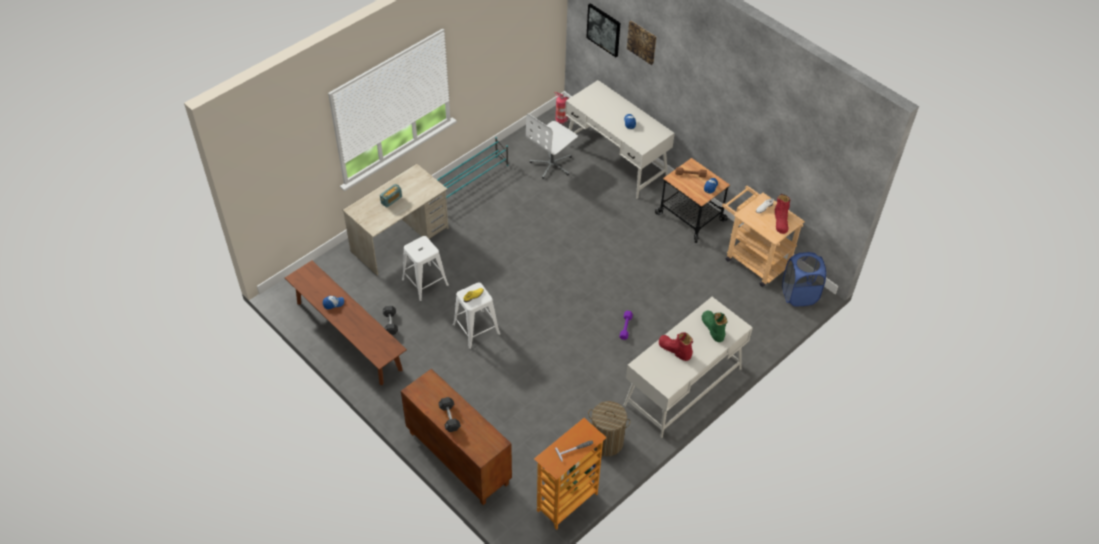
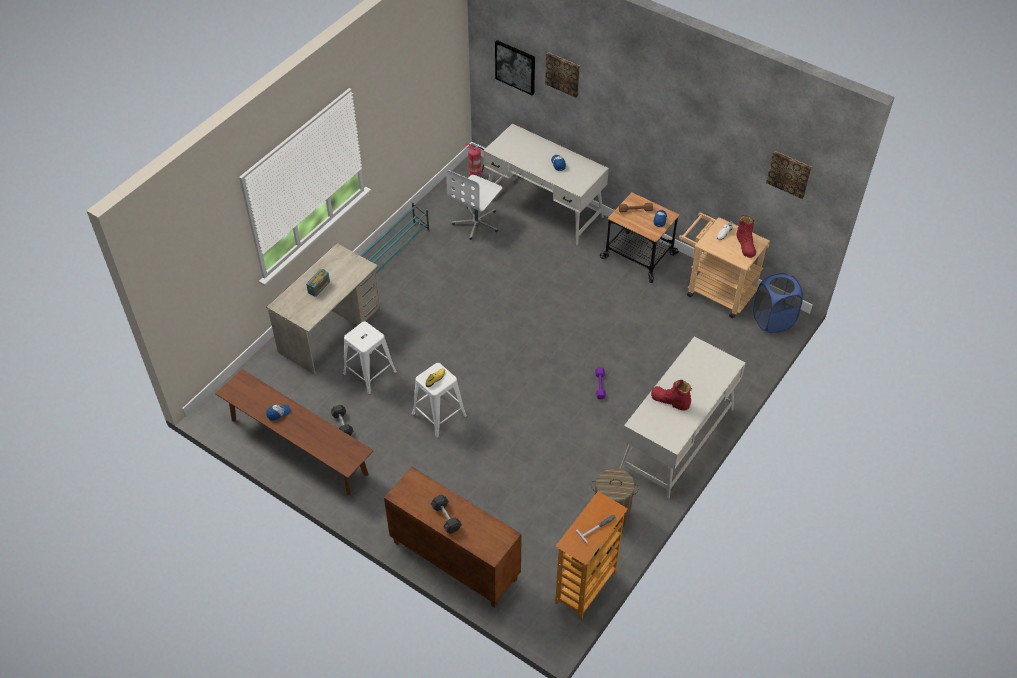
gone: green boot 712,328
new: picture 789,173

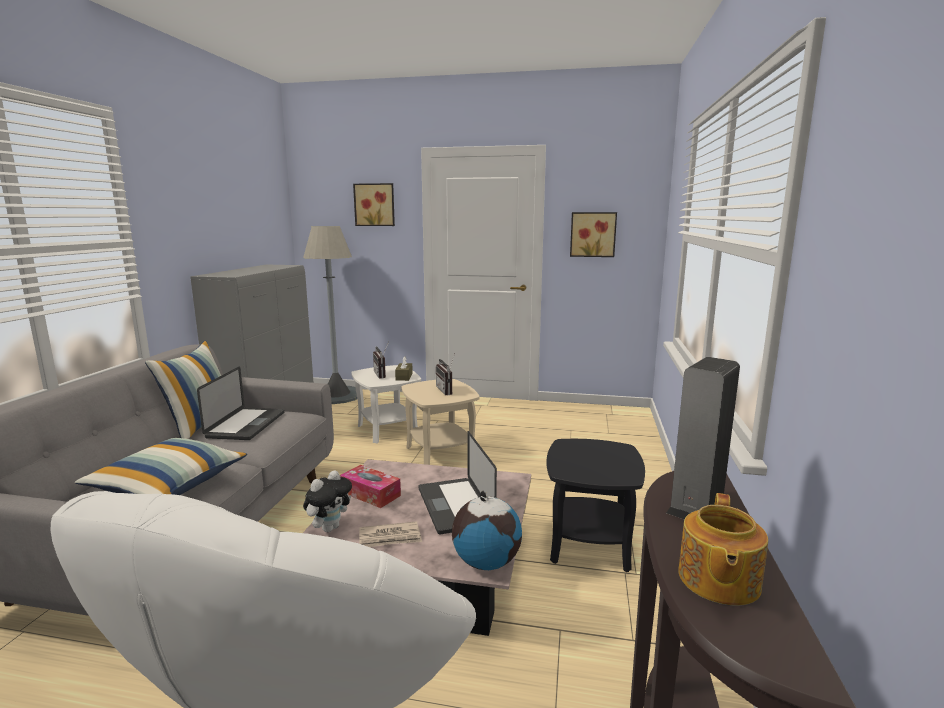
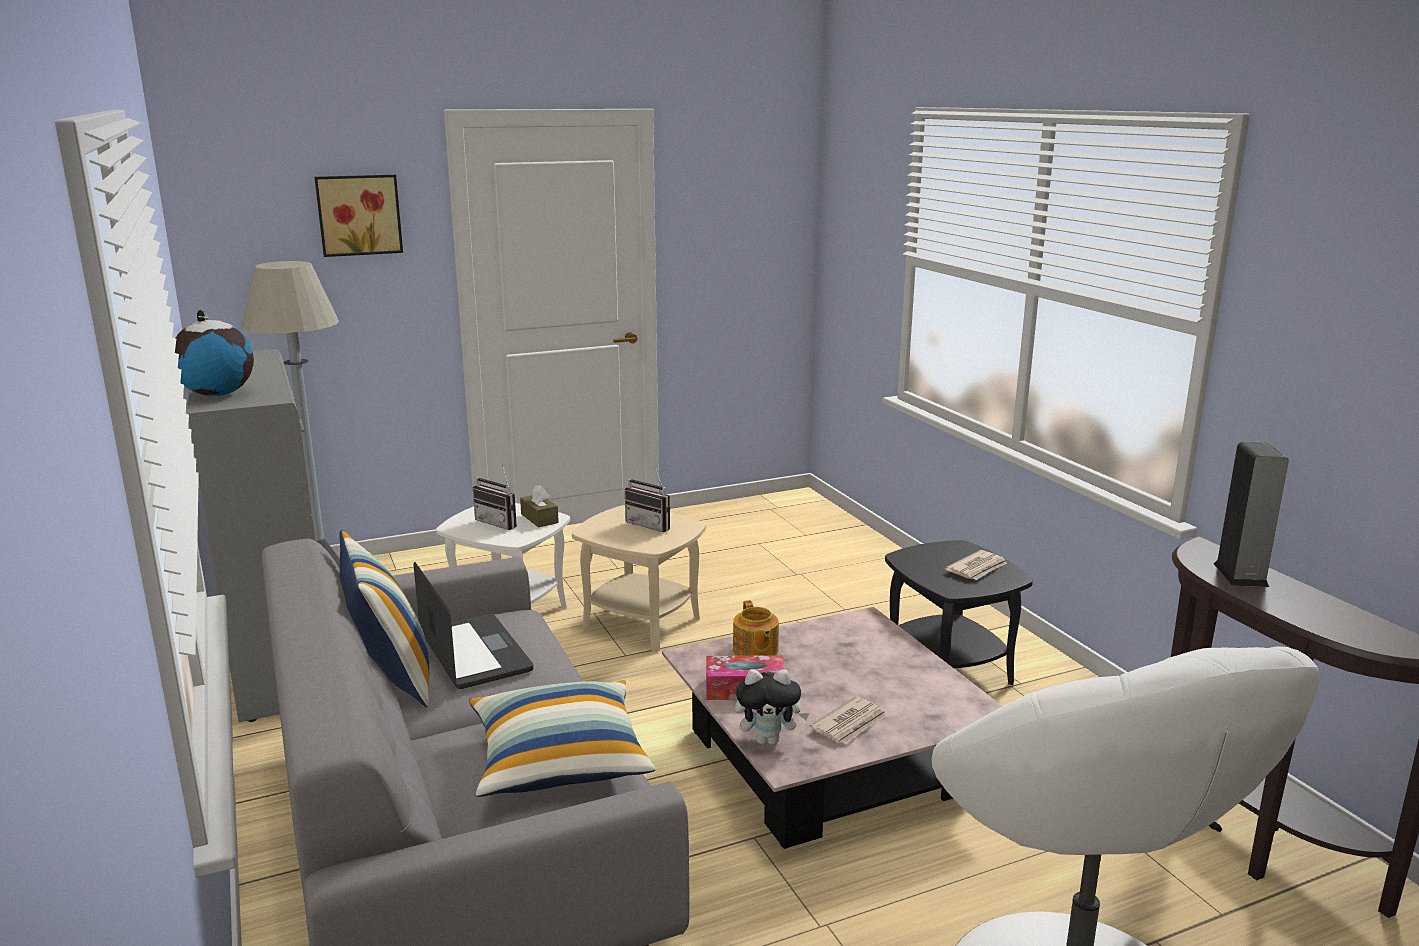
gone: laptop 455,506; picture 593,234
new: newspaper 977,568
shifted: globe 486,562 to 217,394; teapot 717,580 to 755,651
rotated: plush toy 329,527 = 769,740 90 degrees clockwise

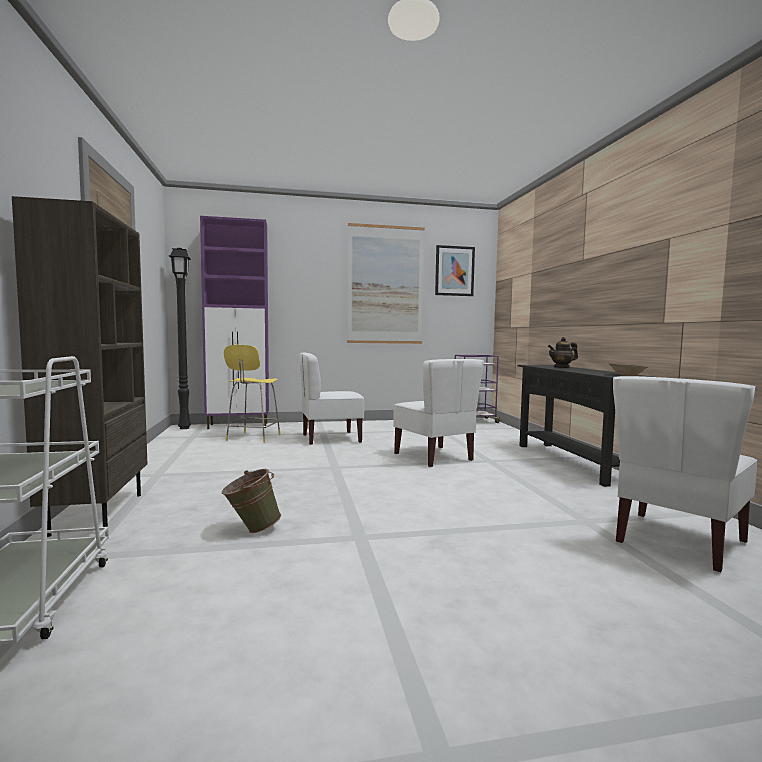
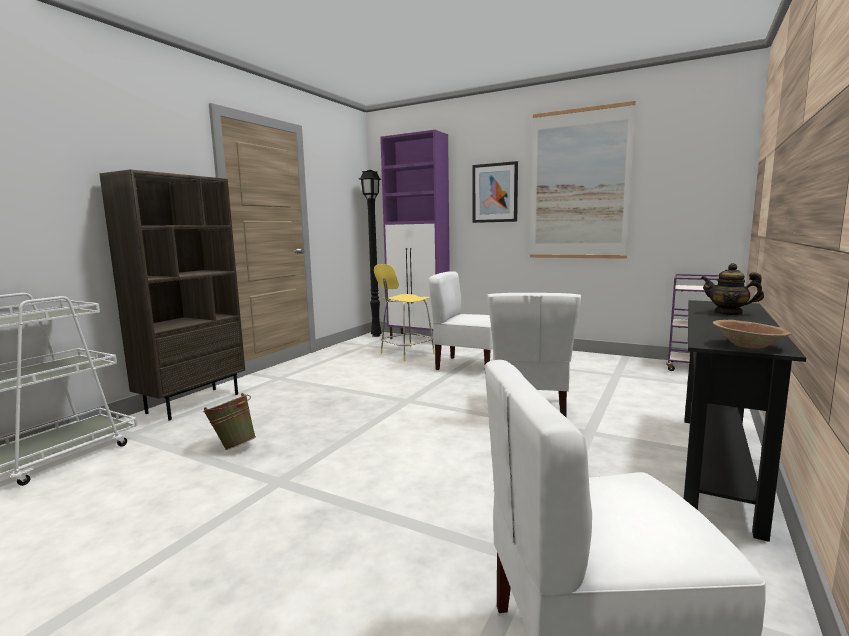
shifted: picture 454,271 to 495,193

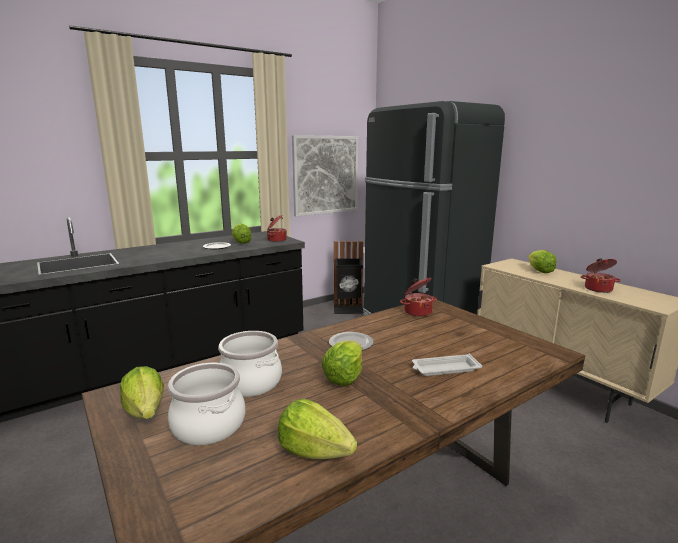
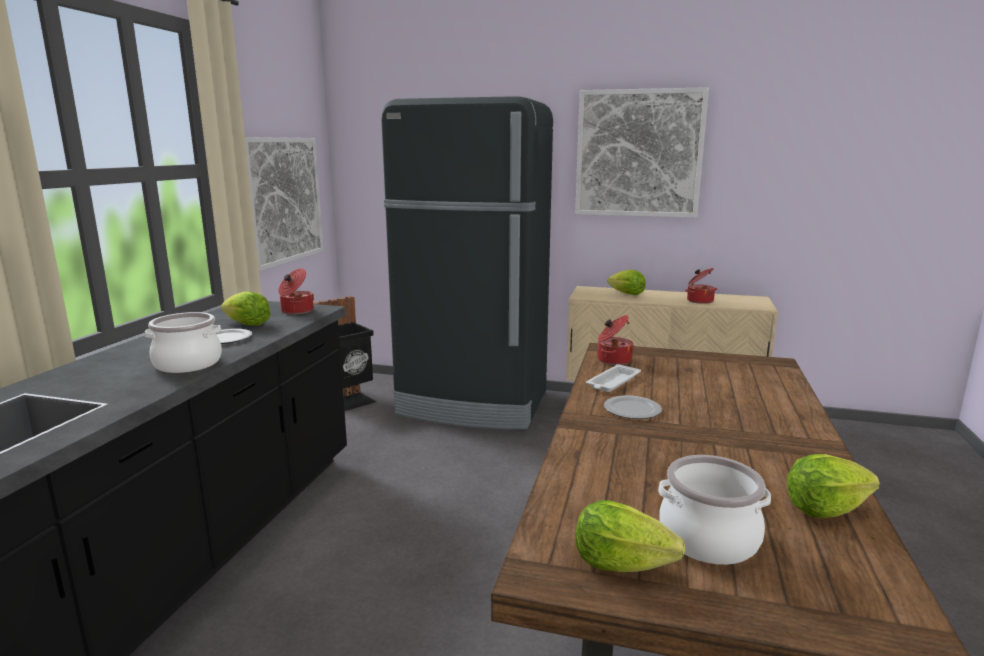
gone: lettuce 344,377
new: picture 638,154
shifted: cooking pot 251,382 to 188,363; white tray 444,369 to 612,382

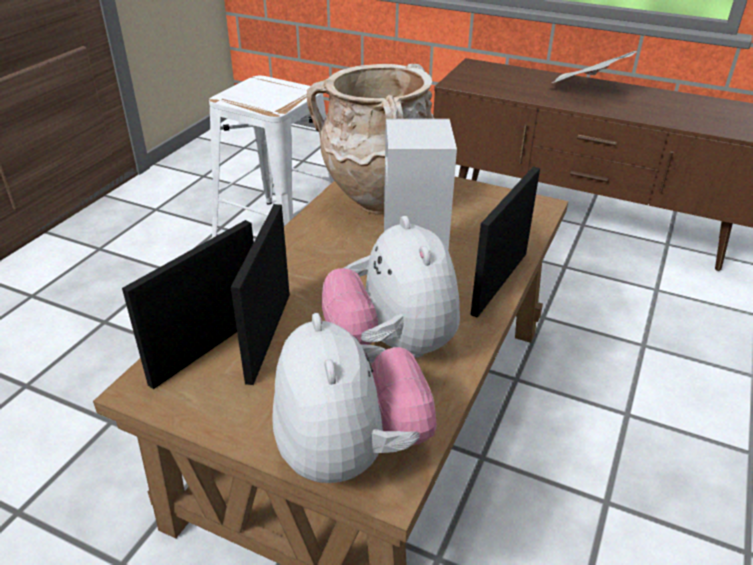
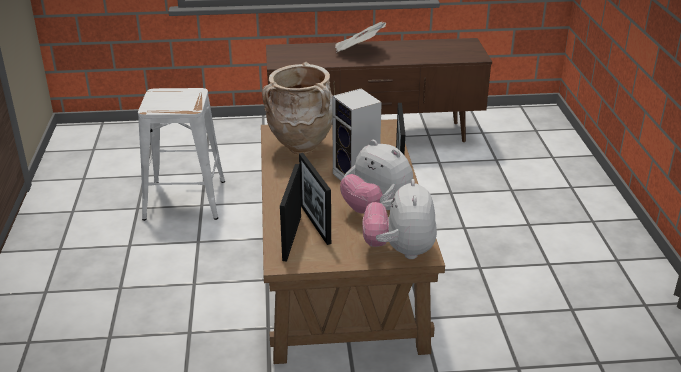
rotated: plush toy 350,452 = 399,250 135 degrees counterclockwise

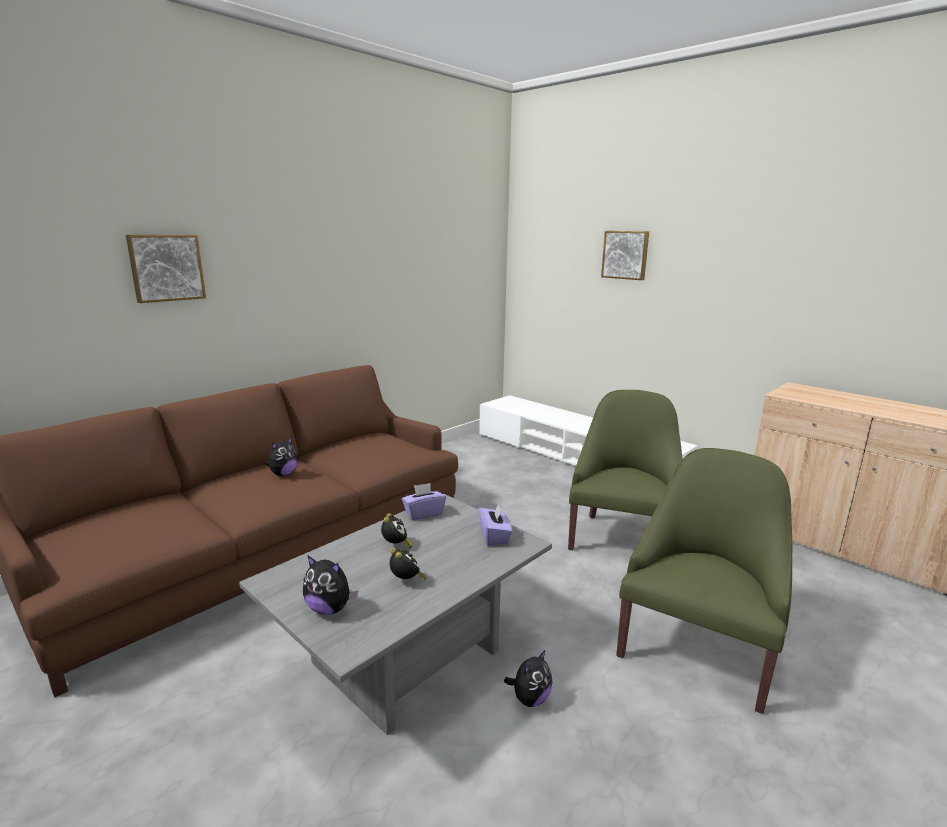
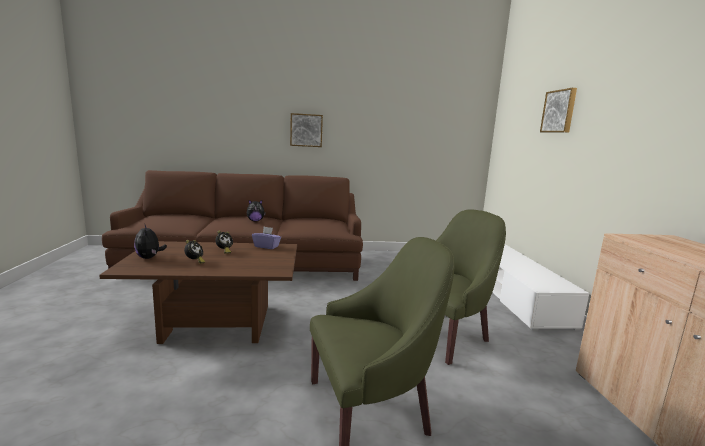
gone: purple tissue box 494,536; plush toy 530,699
shifted: picture 166,268 to 306,130
repainted: grey coffee table 408,660 to brown coffee table 215,325

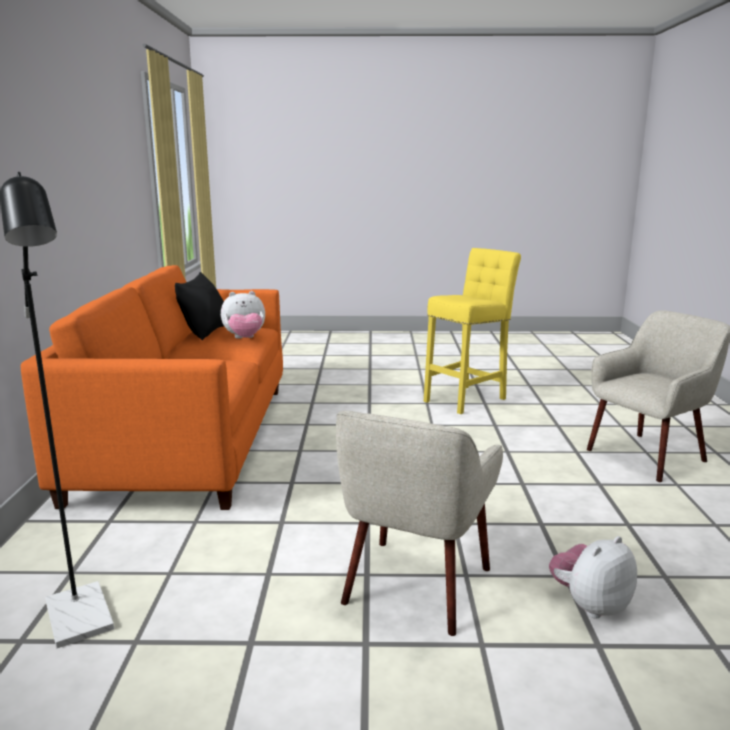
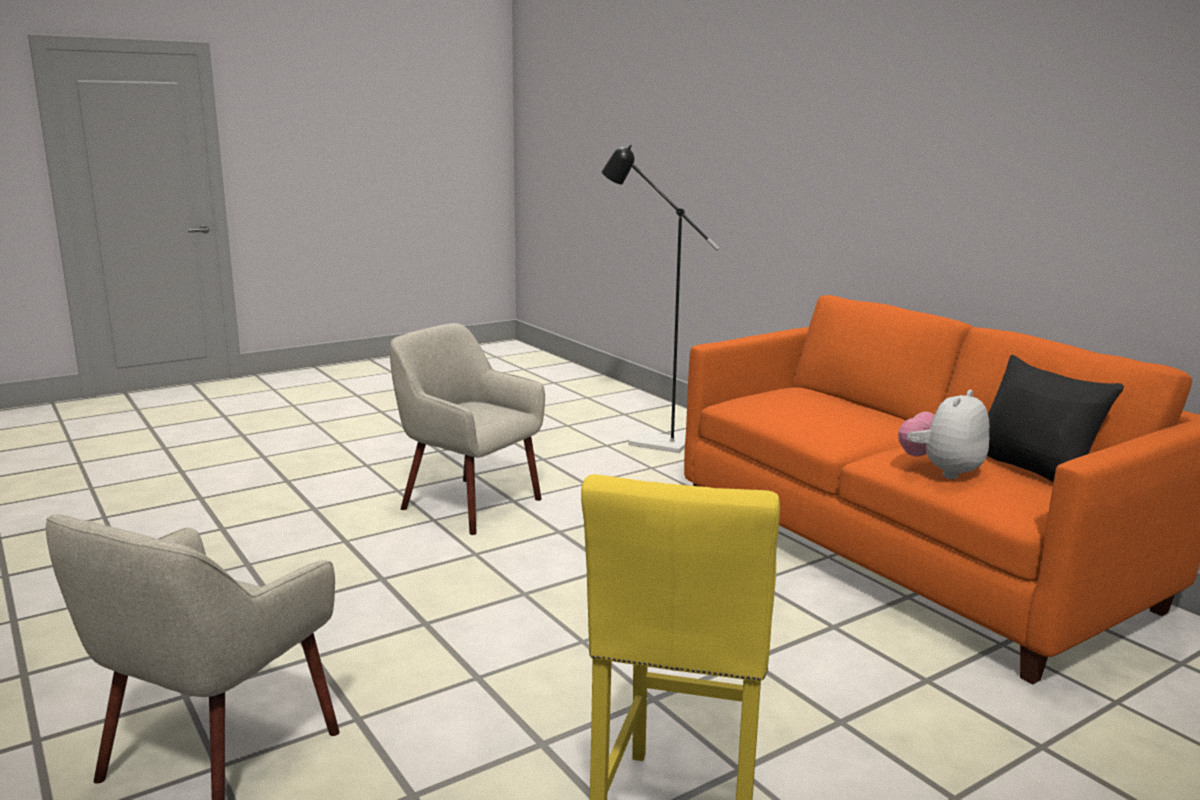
gone: plush toy 590,605
rotated: beige armchair 415,585 = 469,504 45 degrees counterclockwise

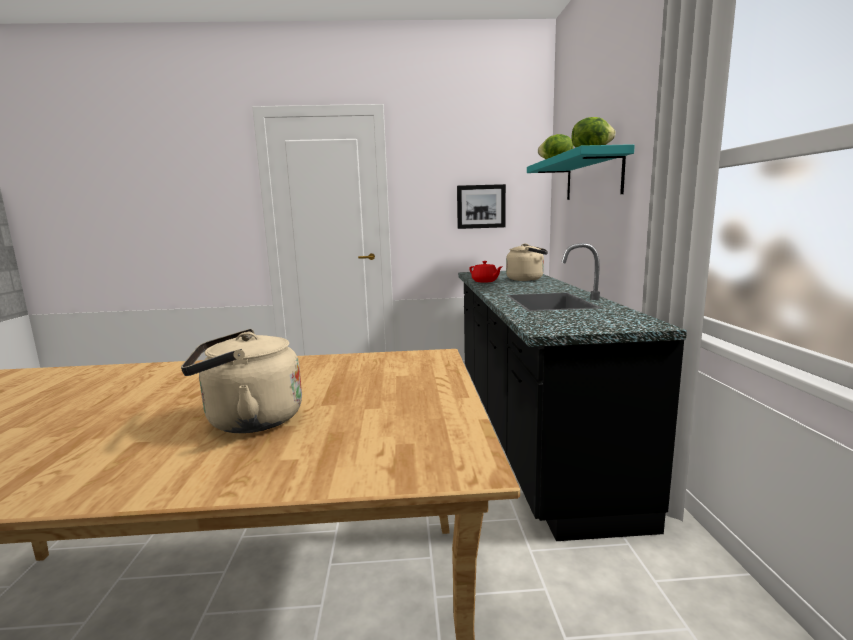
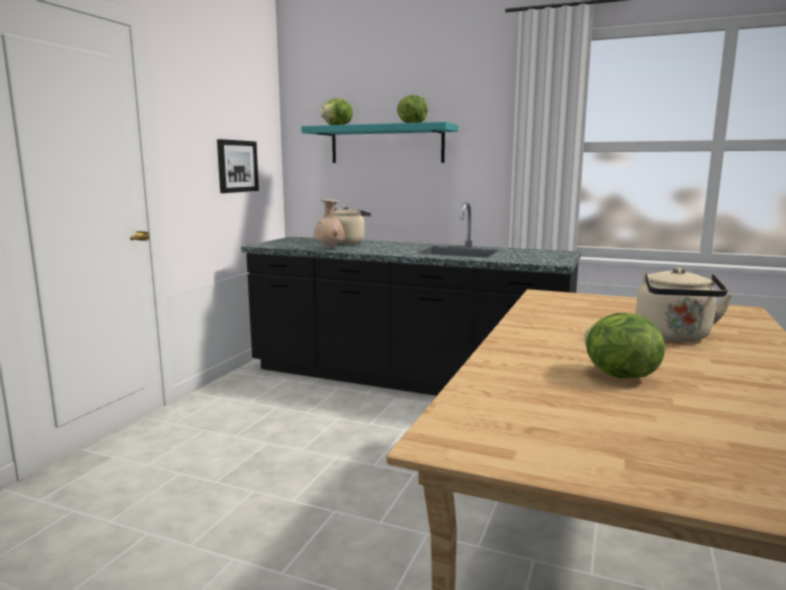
new: lettuce 618,375
swapped: red teapot 485,281 to beige vase 329,249

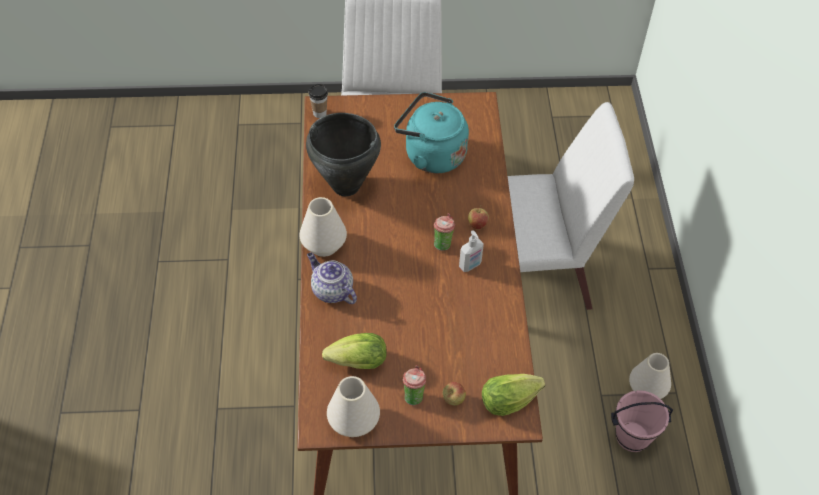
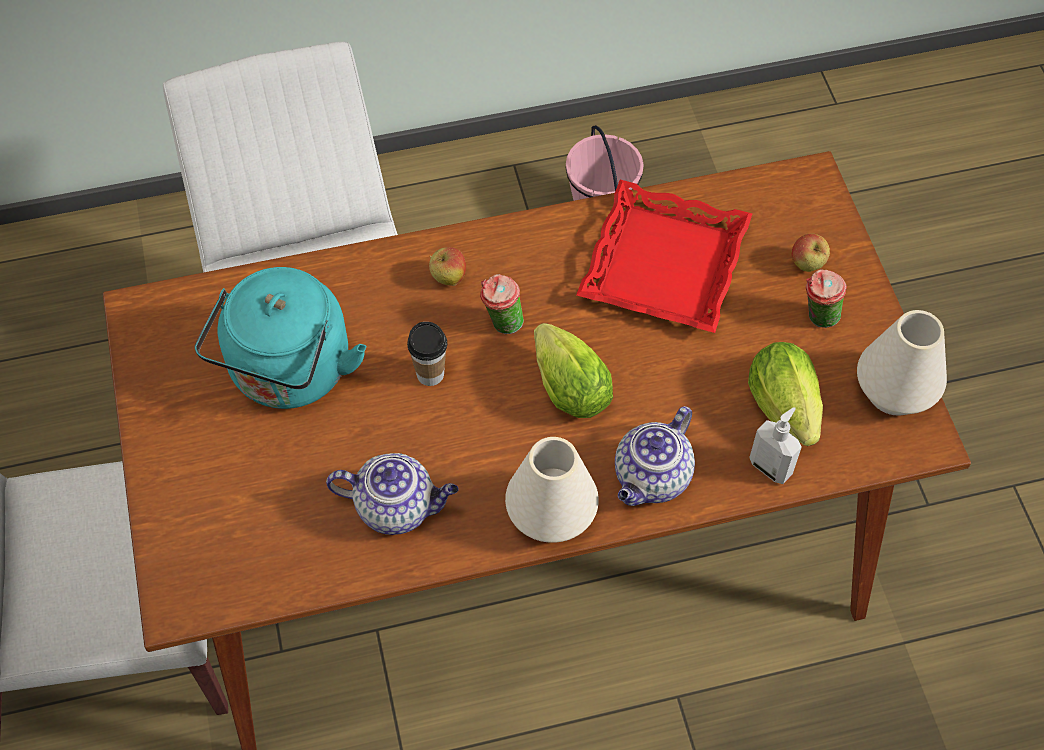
gone: white vase 646,389
new: red tray 665,266
shifted: cup 319,113 to 430,374; soap dispenser 470,265 to 771,467; lettuce 512,400 to 566,384
swapped: black cooking pot 346,186 to teapot 397,507

